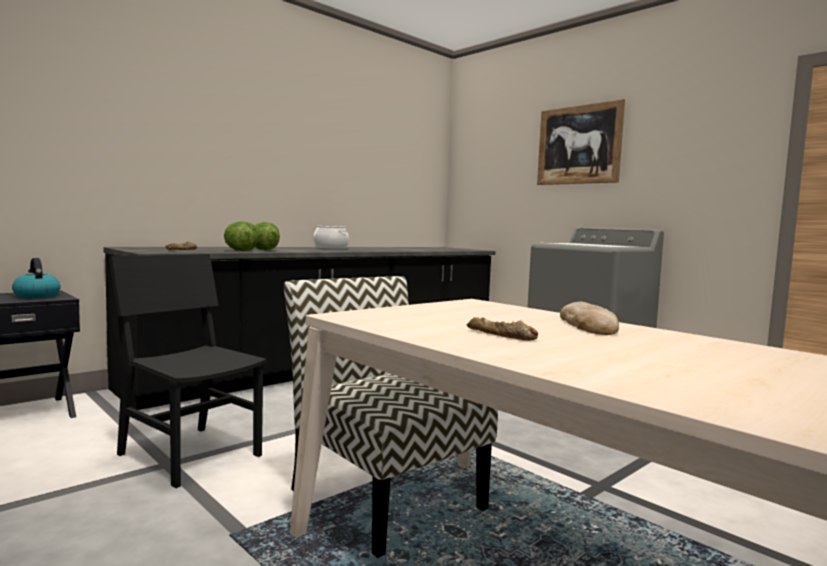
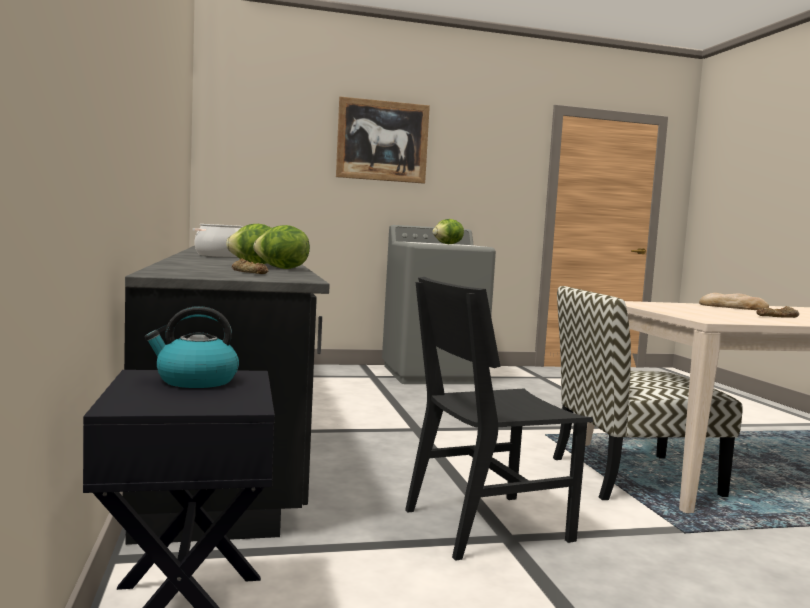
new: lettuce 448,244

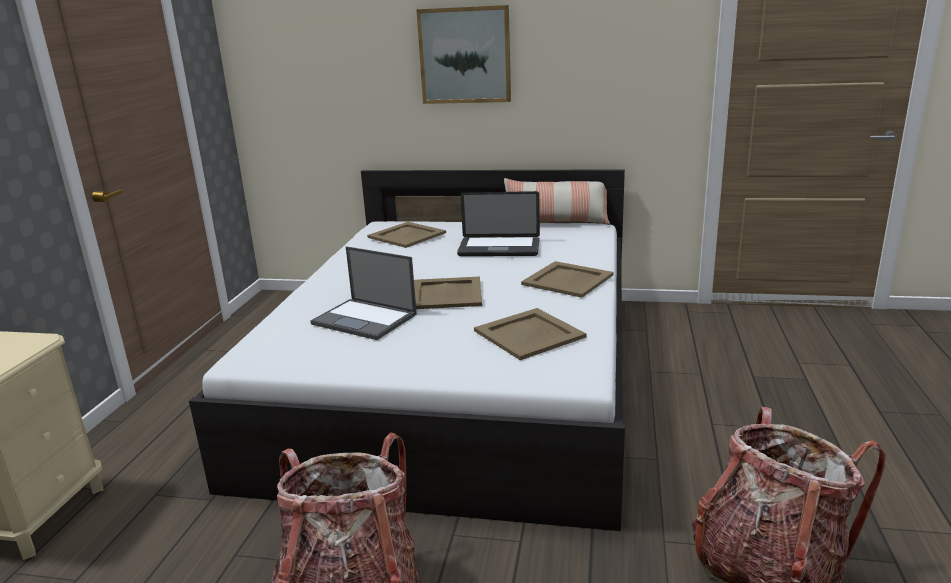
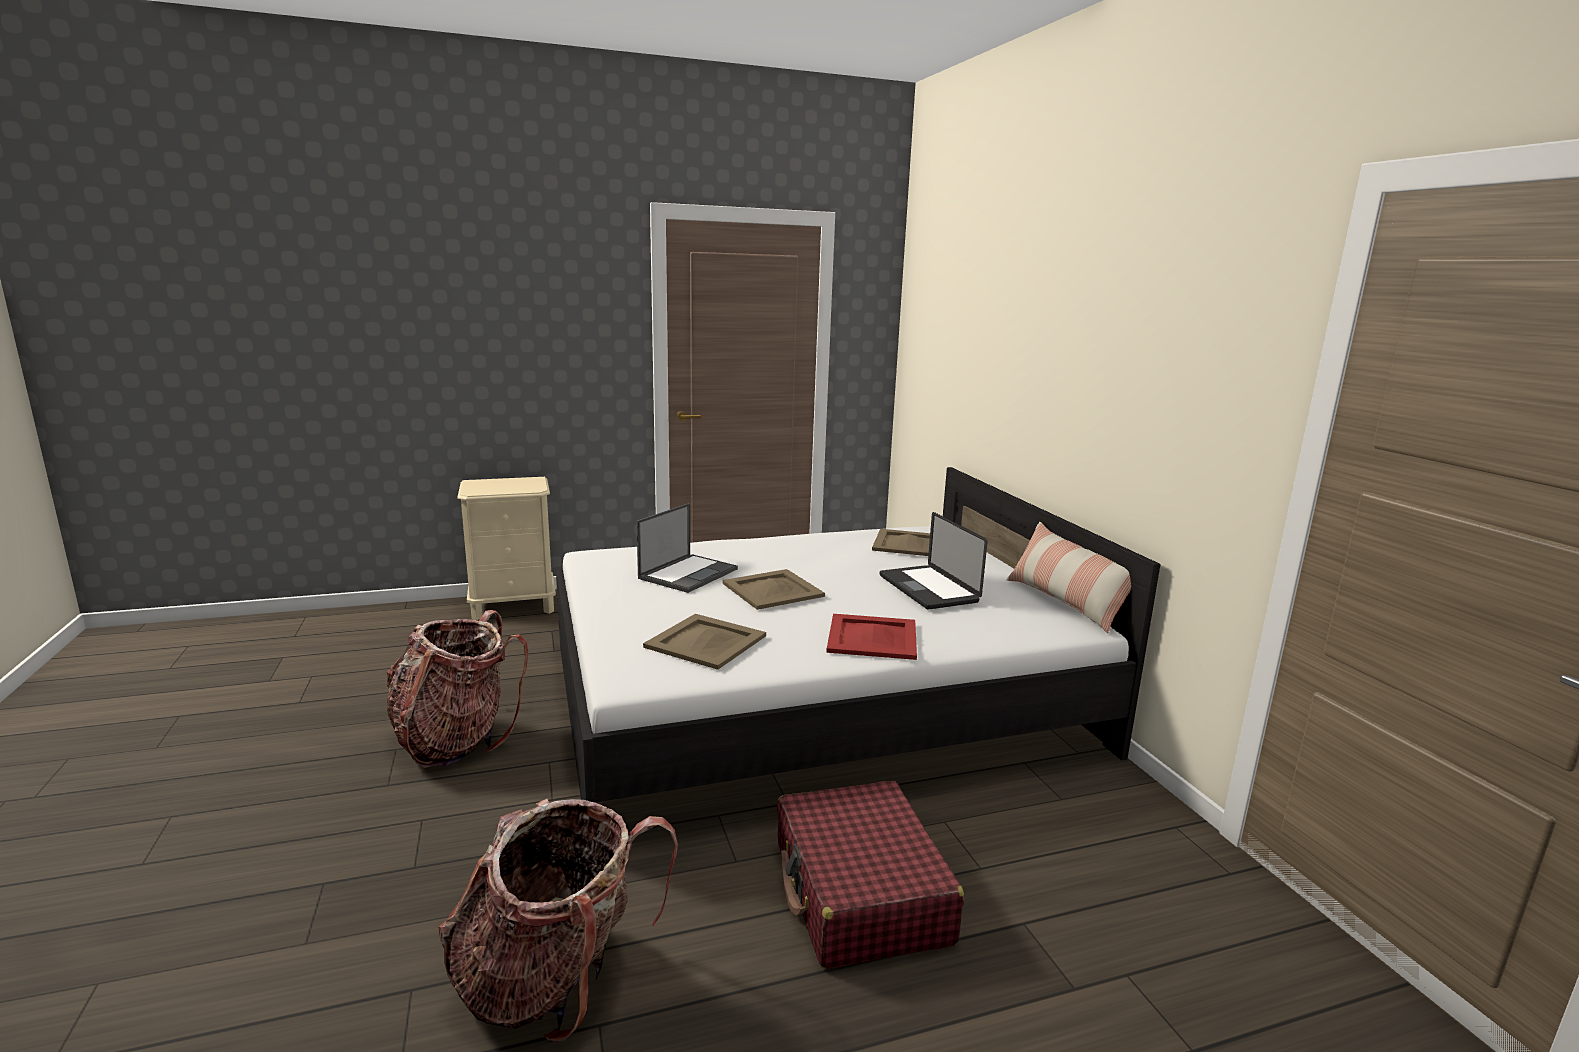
gone: picture 465,55
new: red suitcase 860,893
repainted: beige tray 568,279 to red tray 873,637
rotated: laptop 365,319 = 688,573 150 degrees counterclockwise

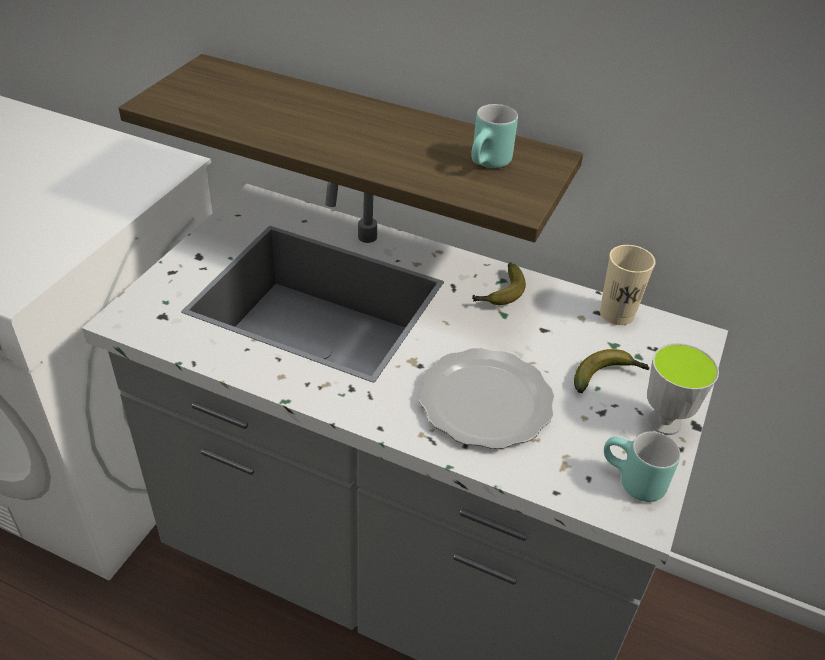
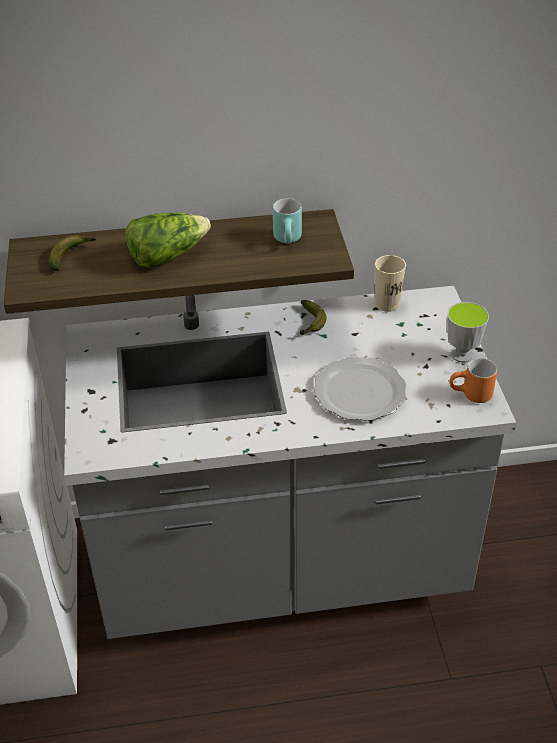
new: lettuce 167,256
shifted: banana 607,376 to 71,256
repainted: turquoise mug 631,483 to orange mug 471,396

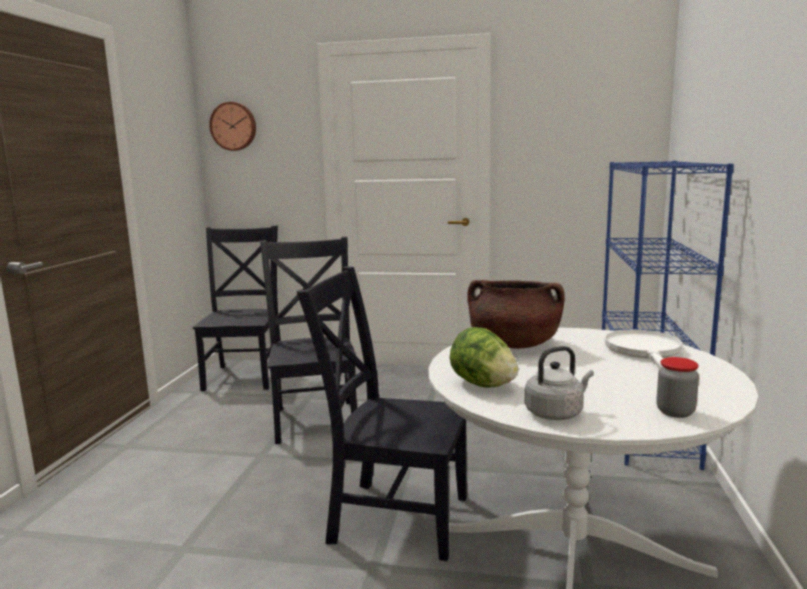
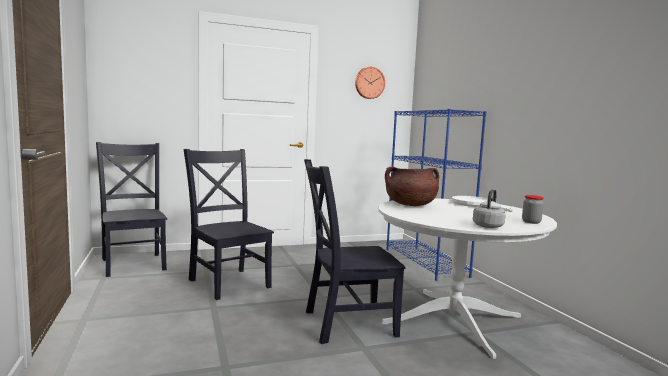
gone: lettuce 482,384
shifted: wall clock 234,126 to 369,83

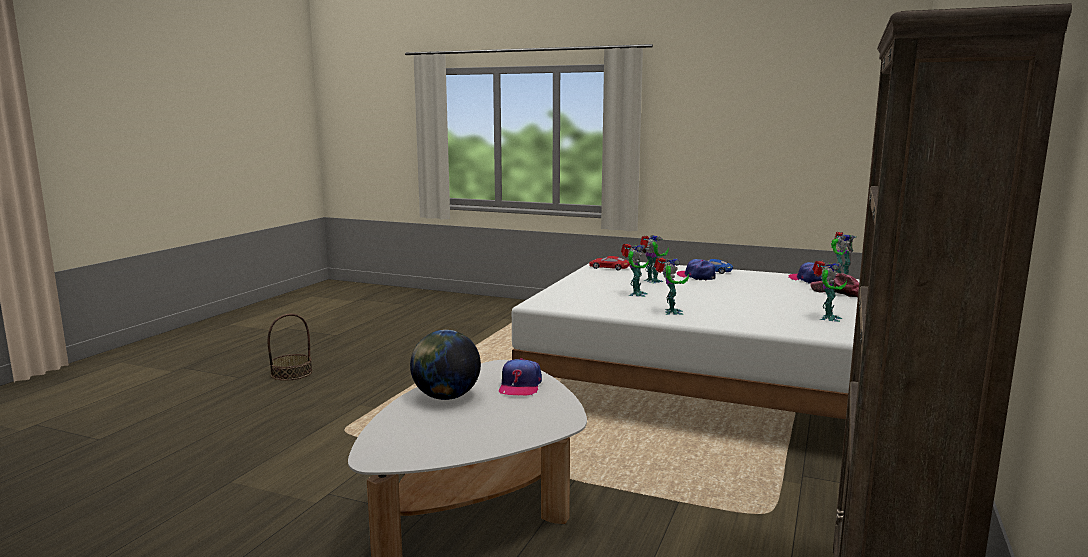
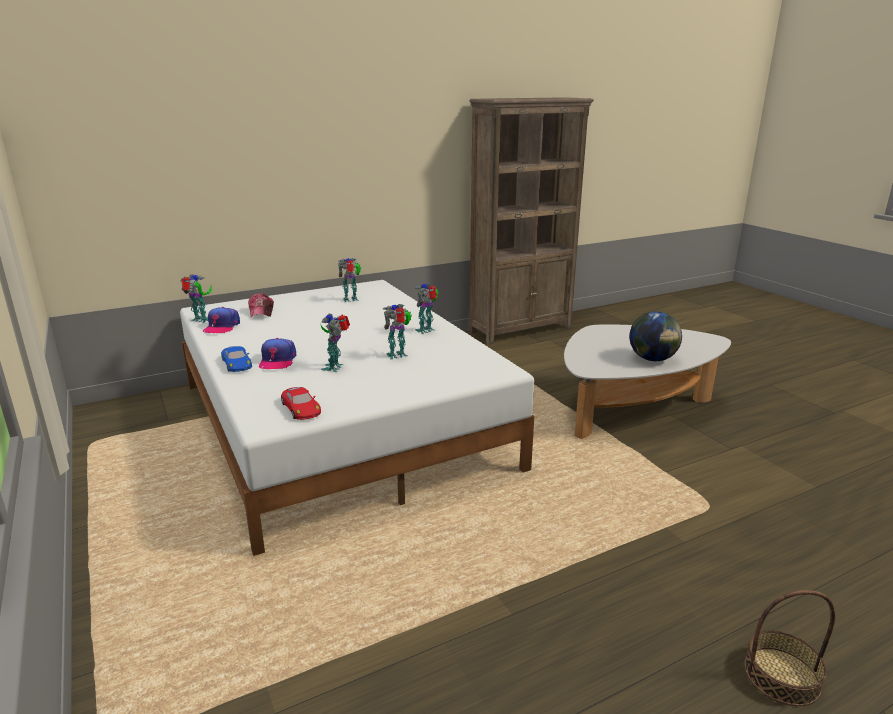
gone: cap 520,386

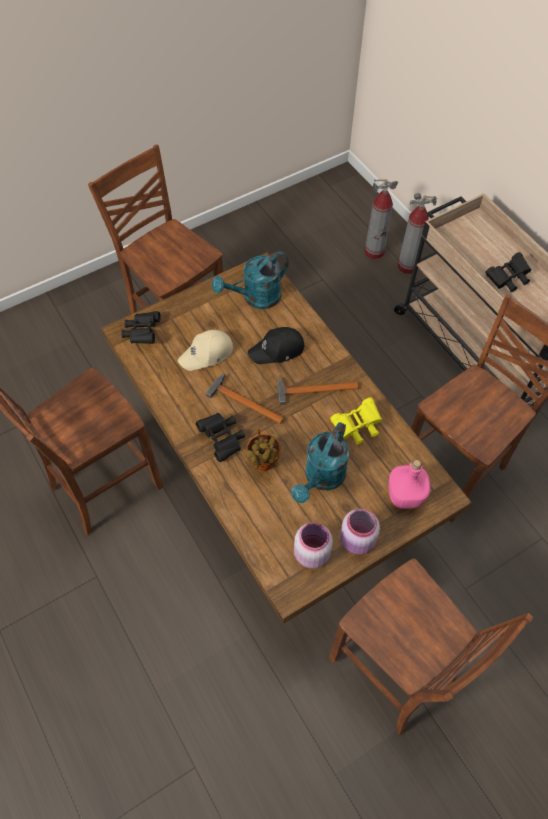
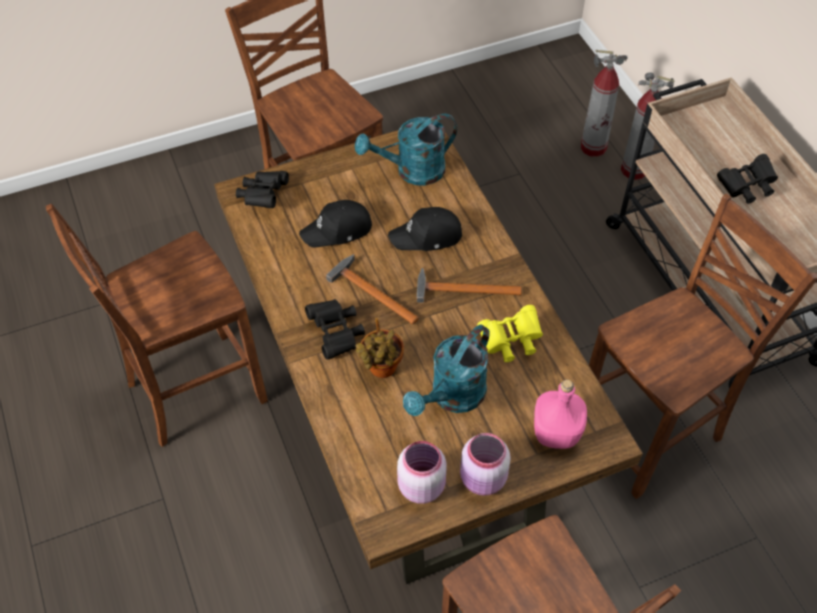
repainted: beige cap 207,354 to black cap 338,230

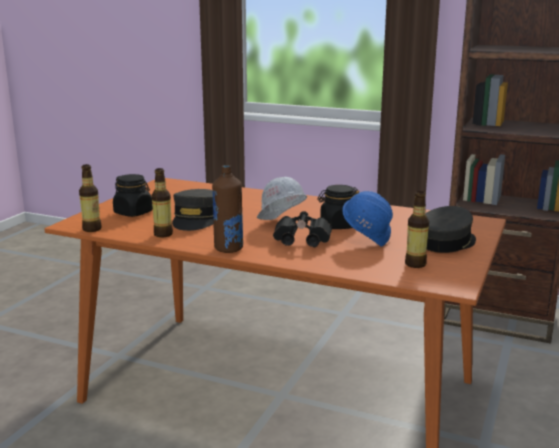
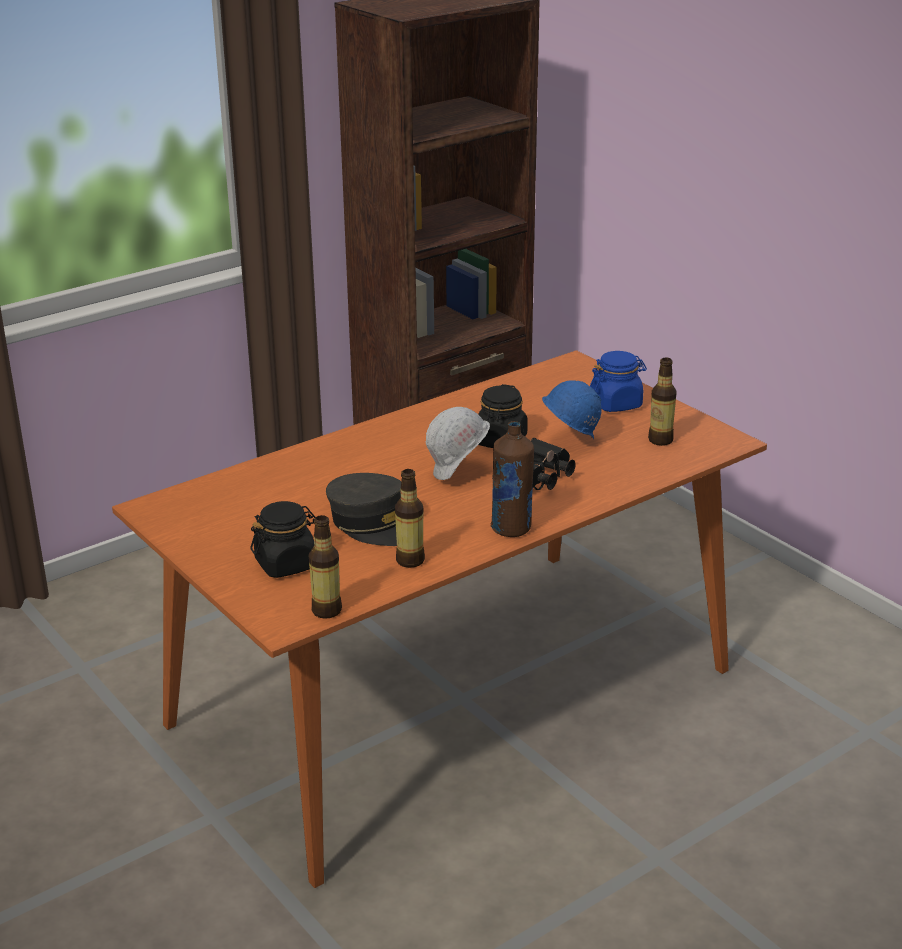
swapped: grey cap 447,242 to blue jar 616,404

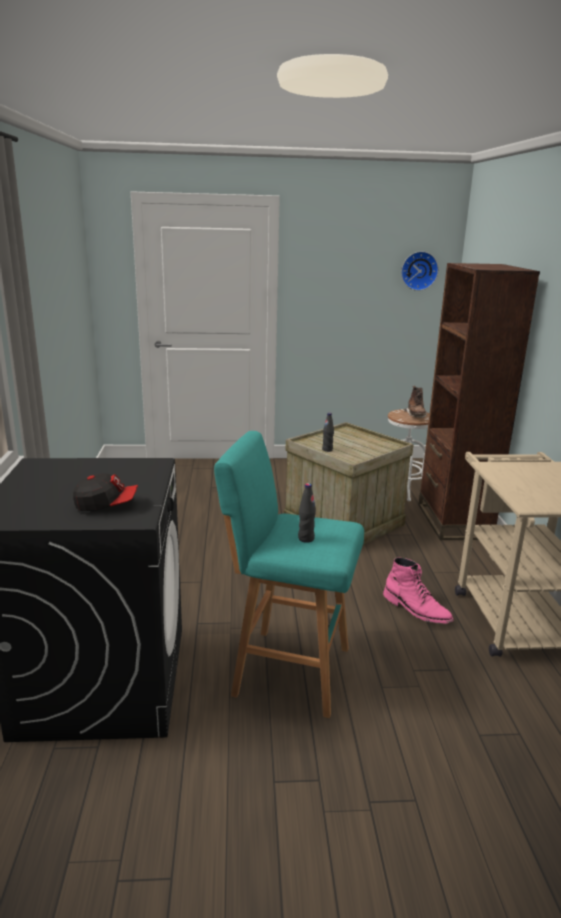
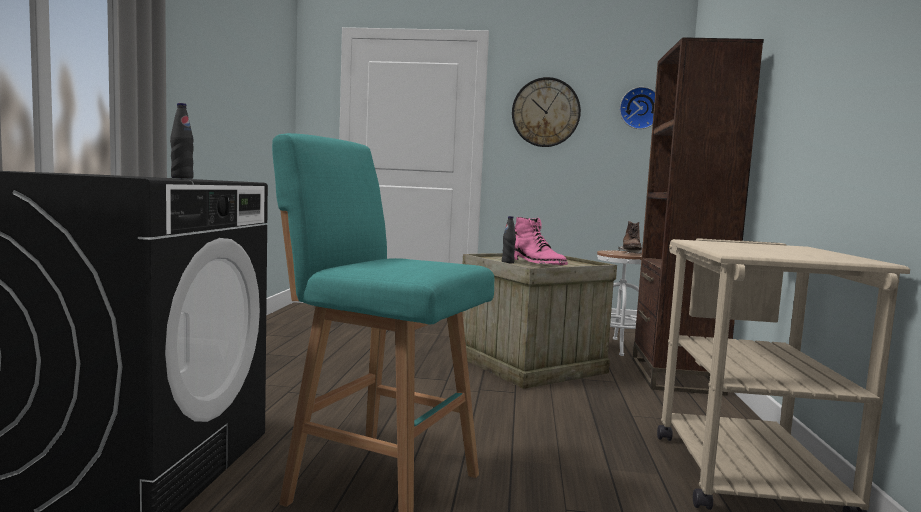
gone: cap 107,505
new: wall clock 545,112
shifted: black bottle 306,538 to 182,178; pink boot 416,609 to 535,263

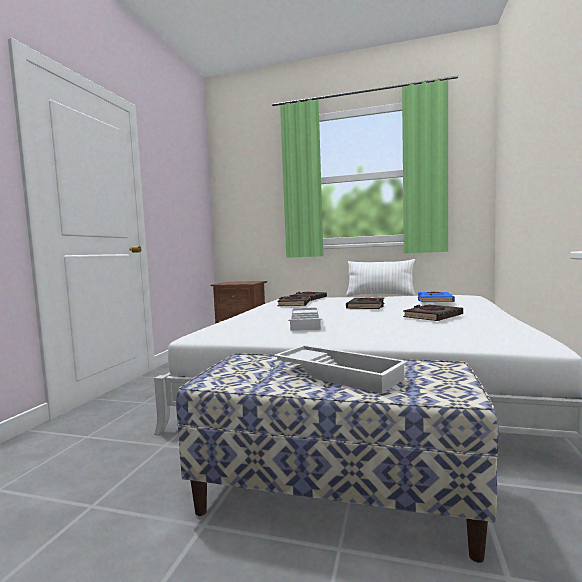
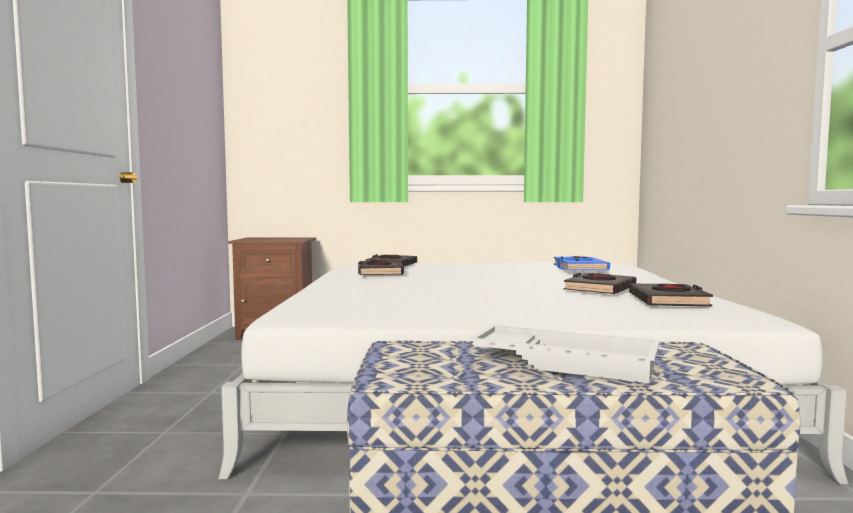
gone: white tray 306,323; white pillow 380,296
shifted: black book 366,307 to 668,301

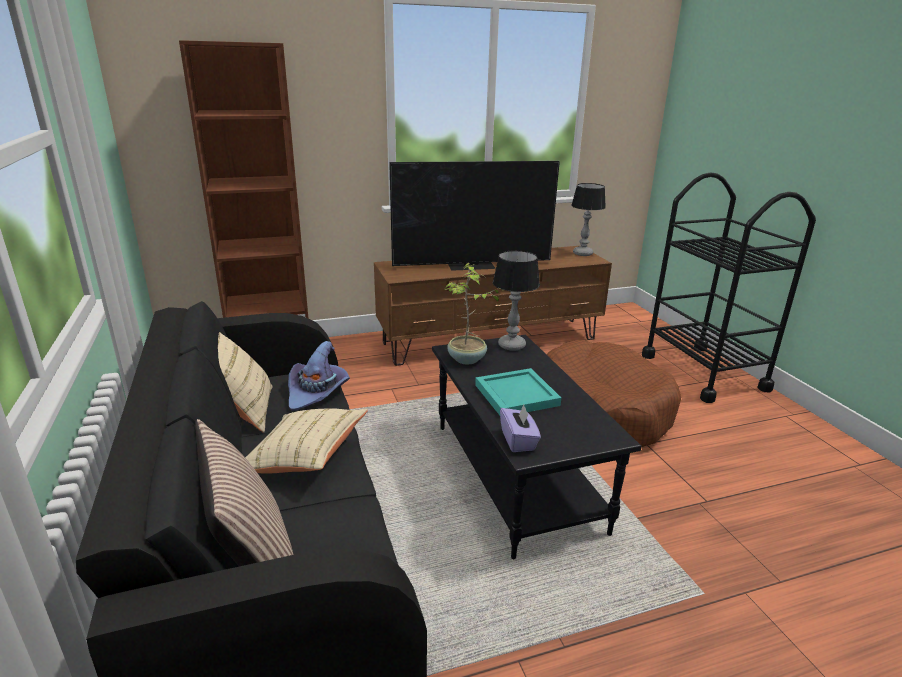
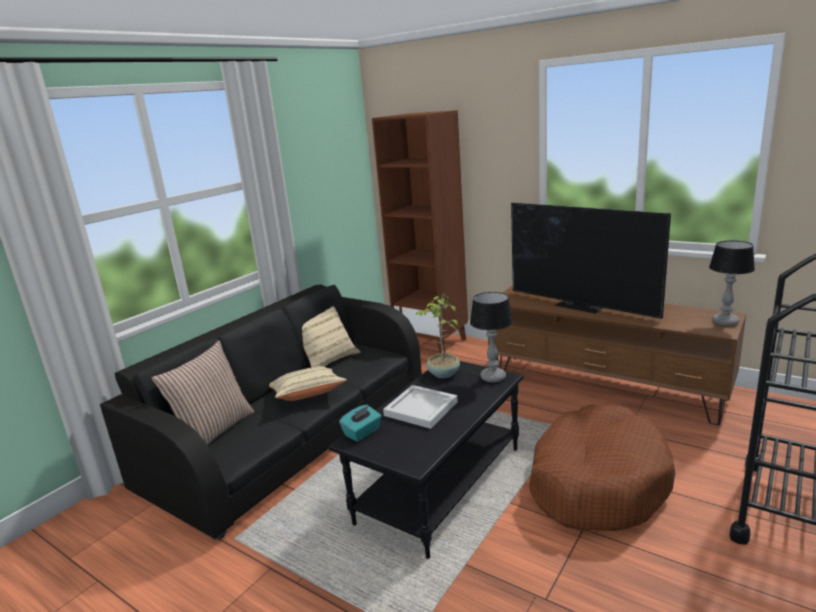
gone: purple hat 318,392
repainted: turquoise tray 516,395 to white tray 419,409; purple tissue box 518,440 to turquoise tissue box 362,432

